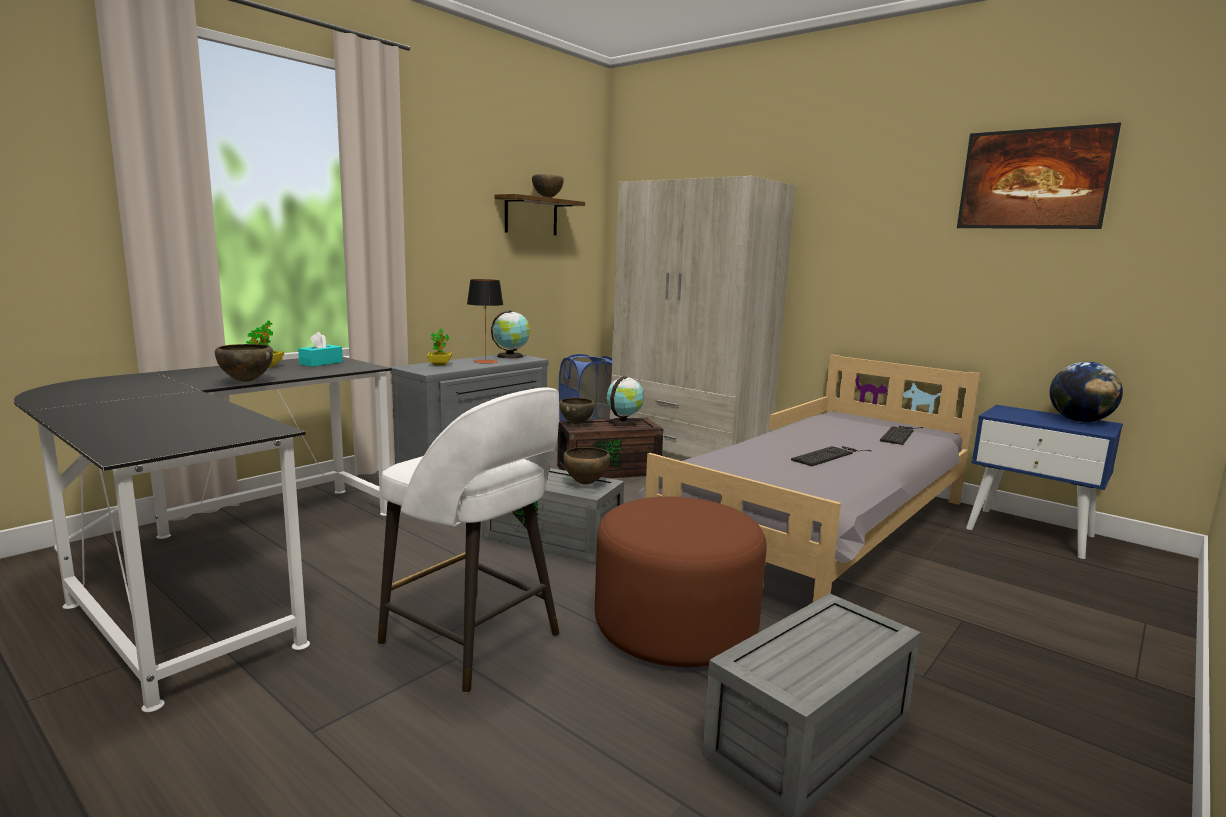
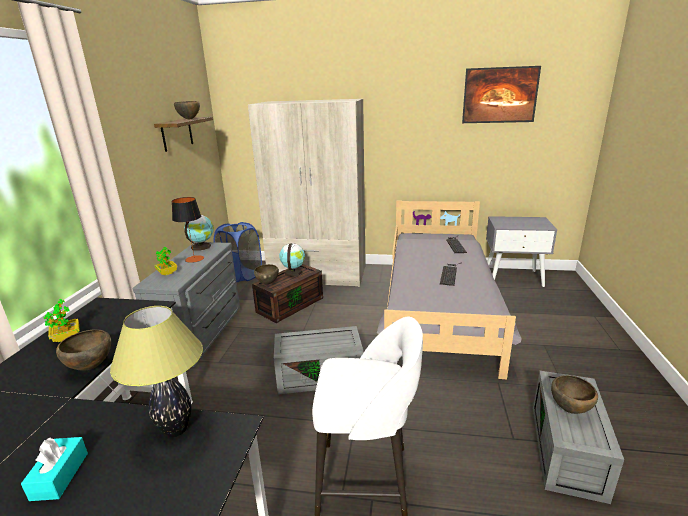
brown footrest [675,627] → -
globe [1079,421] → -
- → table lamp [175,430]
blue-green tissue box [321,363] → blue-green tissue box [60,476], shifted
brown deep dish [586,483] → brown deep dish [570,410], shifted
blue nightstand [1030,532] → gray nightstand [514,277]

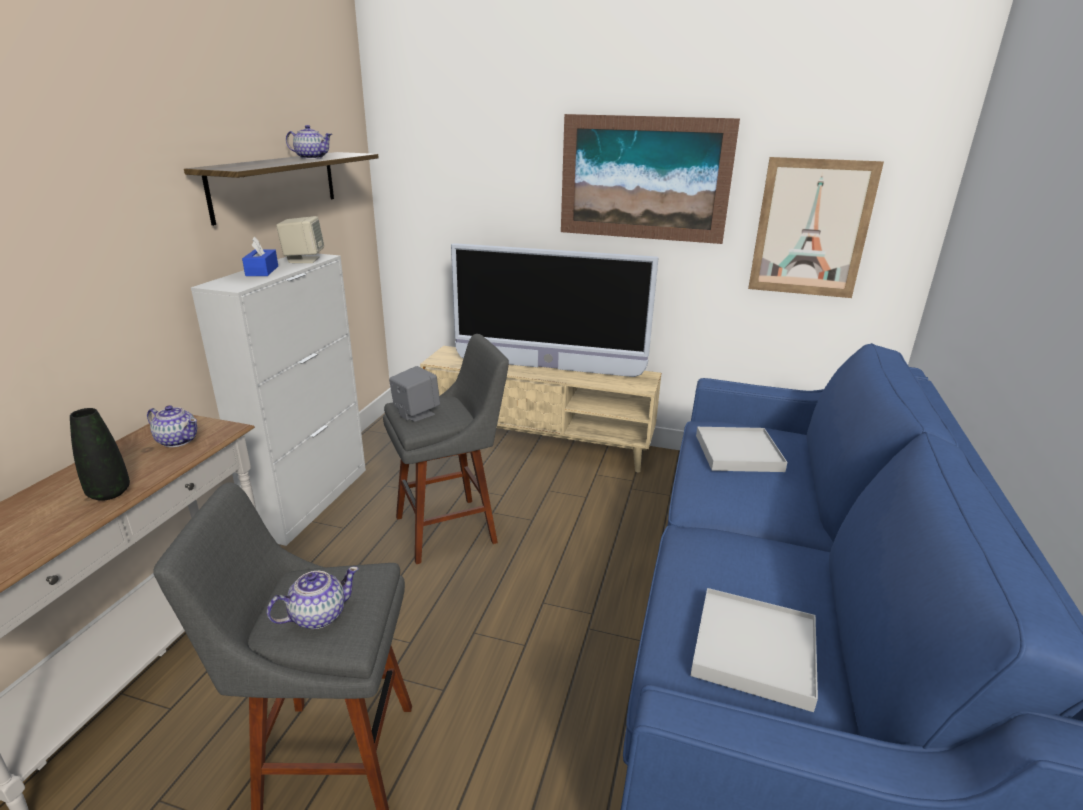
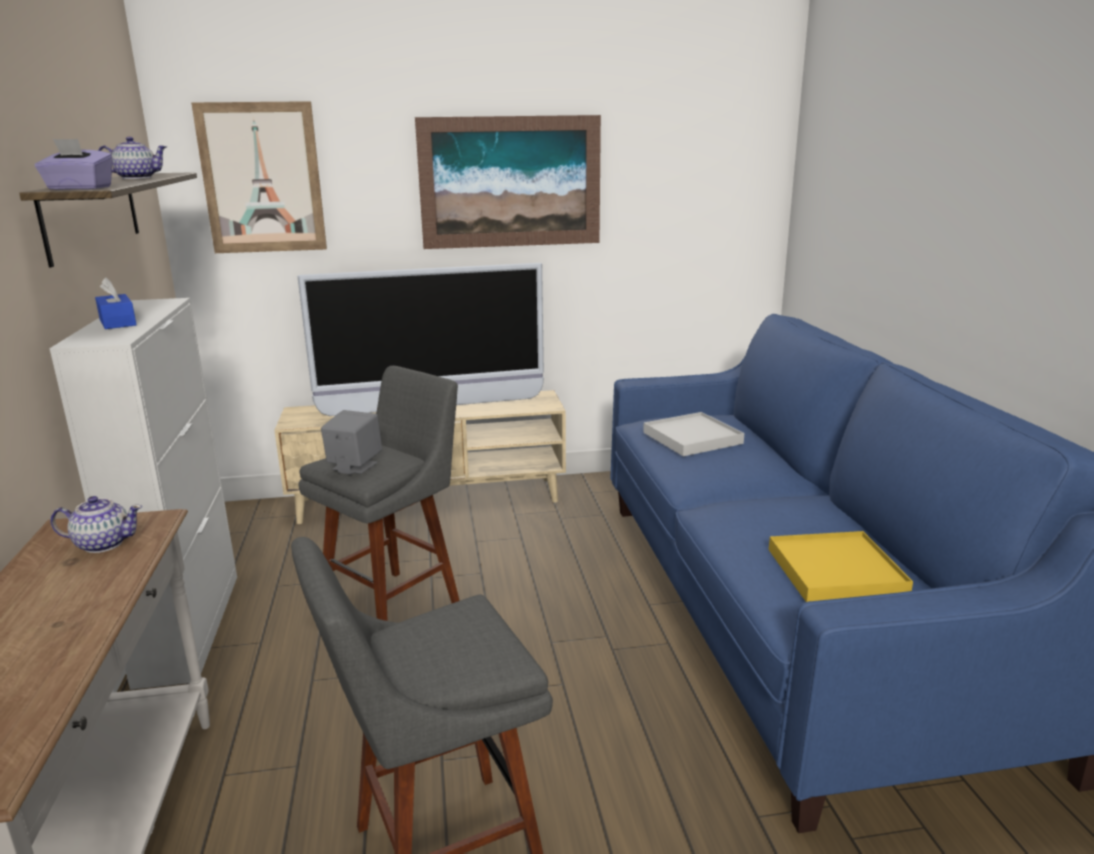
blackish flower vase [109,493] → -
teapot [317,615] → -
beige-coloured loudspeaker [304,260] → -
- → purplish tissue box [79,188]
picture [811,228] → picture [262,178], shifted
white-coloured tray [754,651] → yellow-coloured tray [836,572]

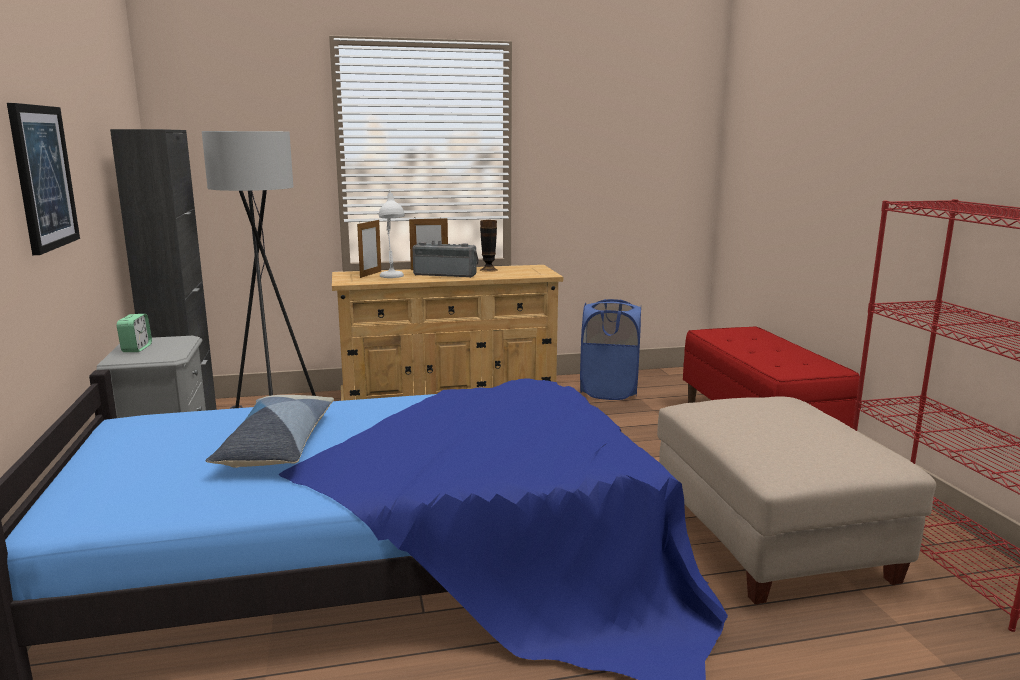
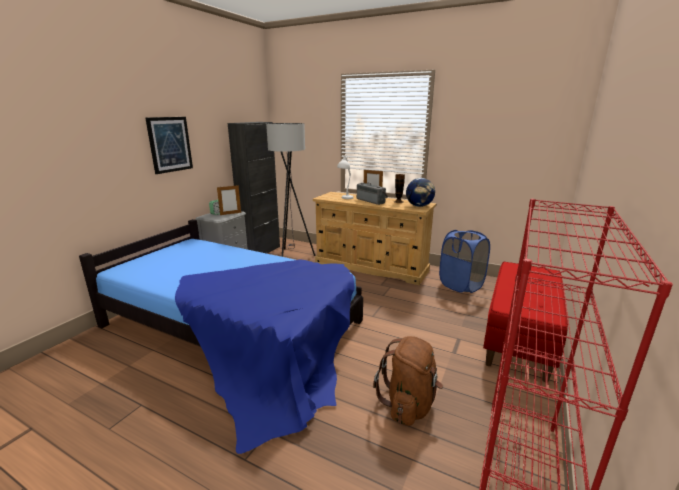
throw pillow [277,445] → -
- → globe [419,206]
picture frame [370,274] → picture frame [230,213], shifted
beige-coloured footrest [770,541] → brown rucksack [409,404]

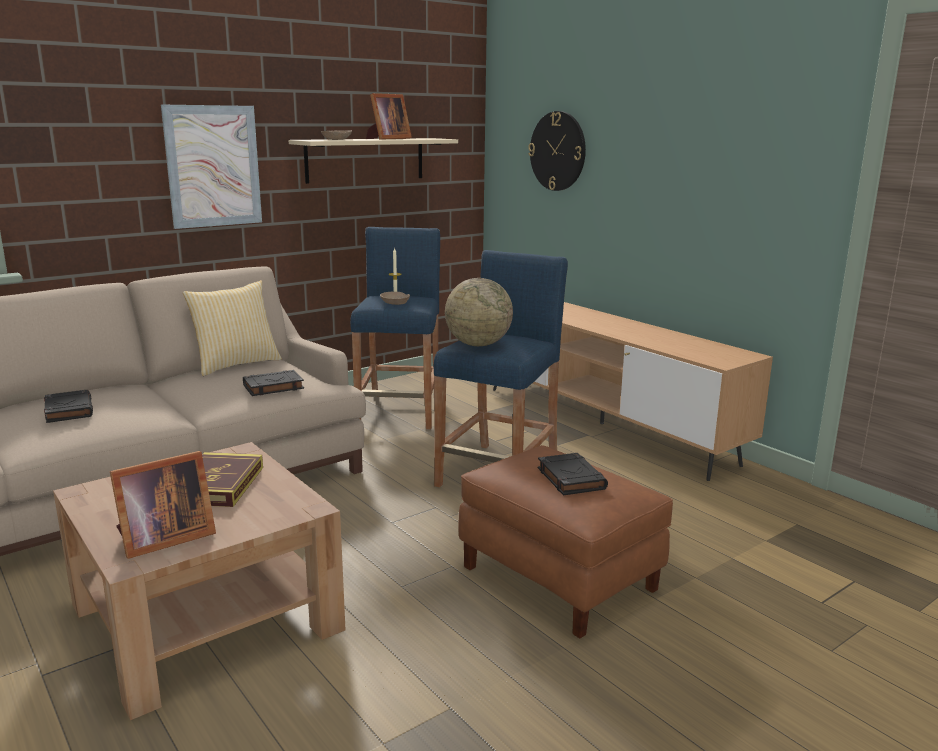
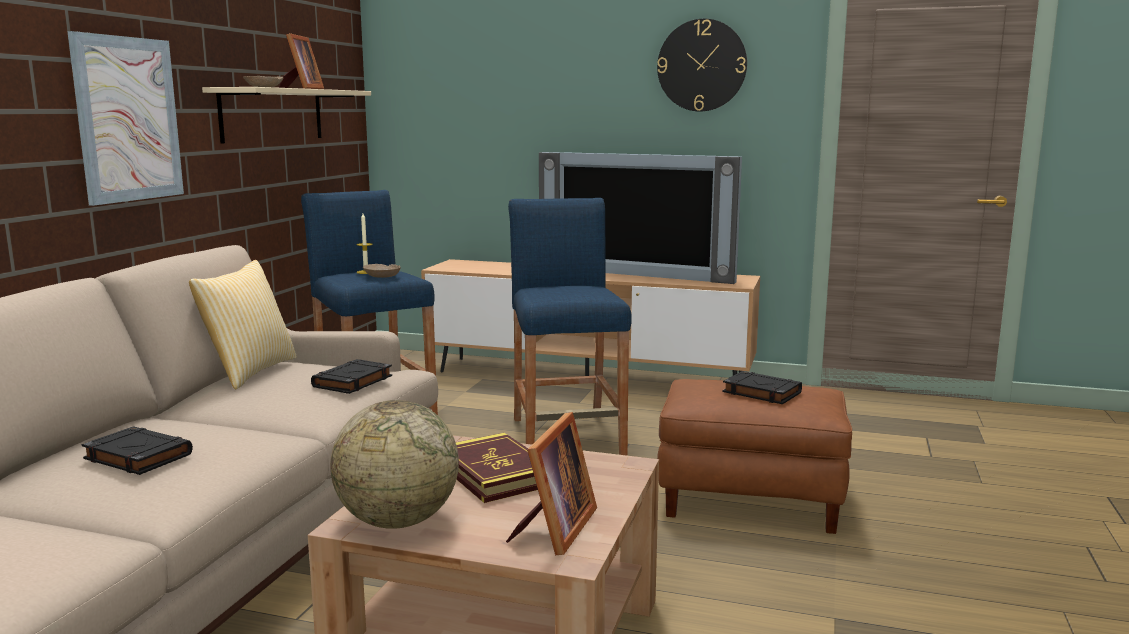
- → television [636,273]
globe [478,344] → globe [397,521], shifted
clock on the wall [558,151] → clock on the wall [701,65], shifted

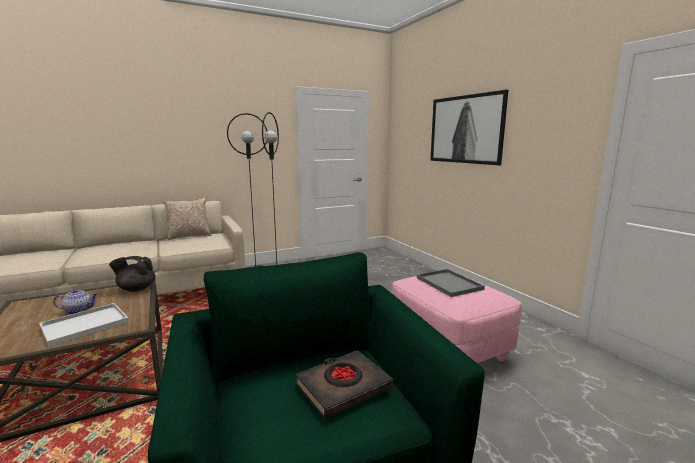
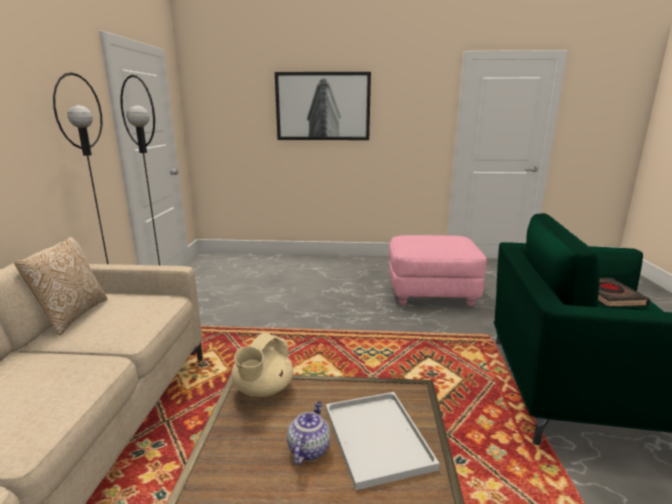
gray tray [447,283] → -
blackish teapot [136,289] → beige-coloured teapot [263,390]

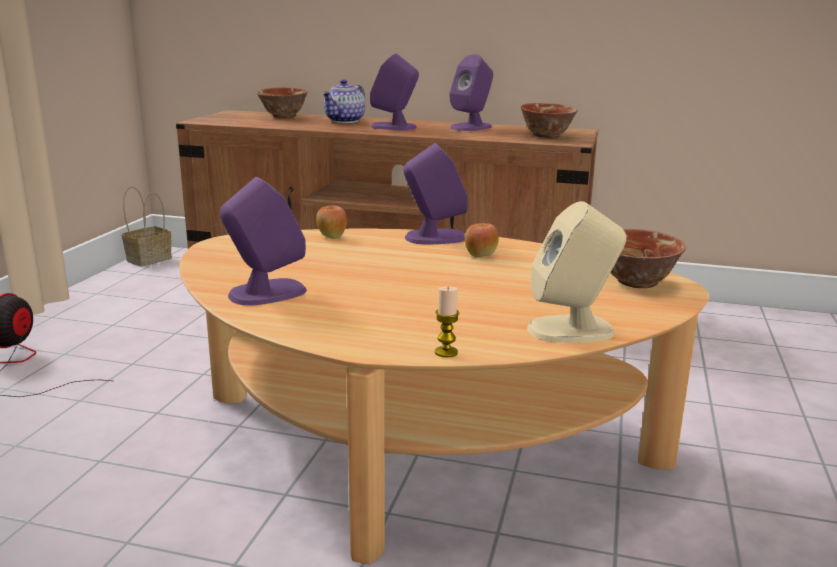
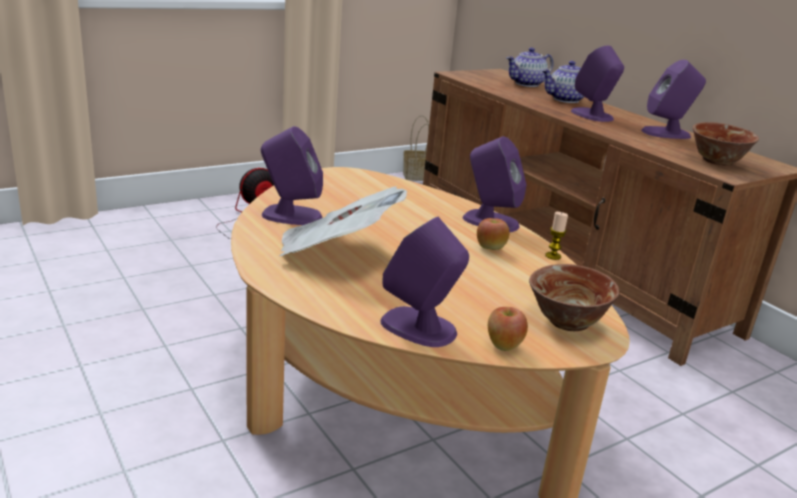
- → printed paper [335,251]
apple fruit [332,236] → apple fruit [503,345], shifted
candle [446,352] → candle [553,256], shifted
deep dish [284,116] → teapot [527,84]
beige-coloured loudspeaker [572,330] → purplish loudspeaker [419,327]

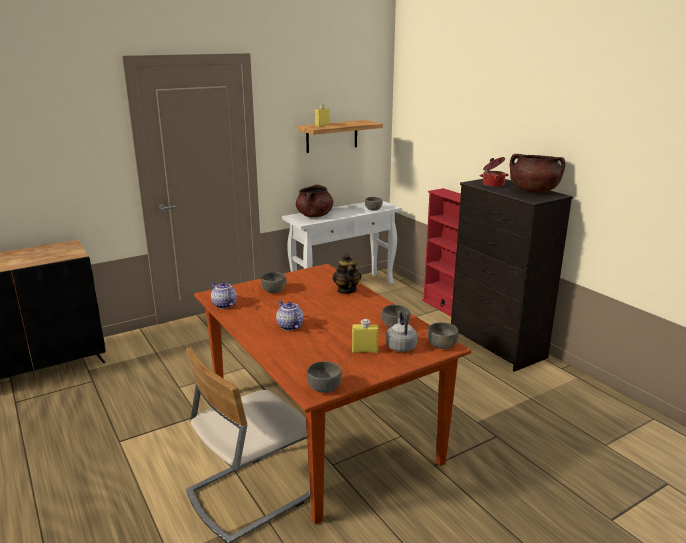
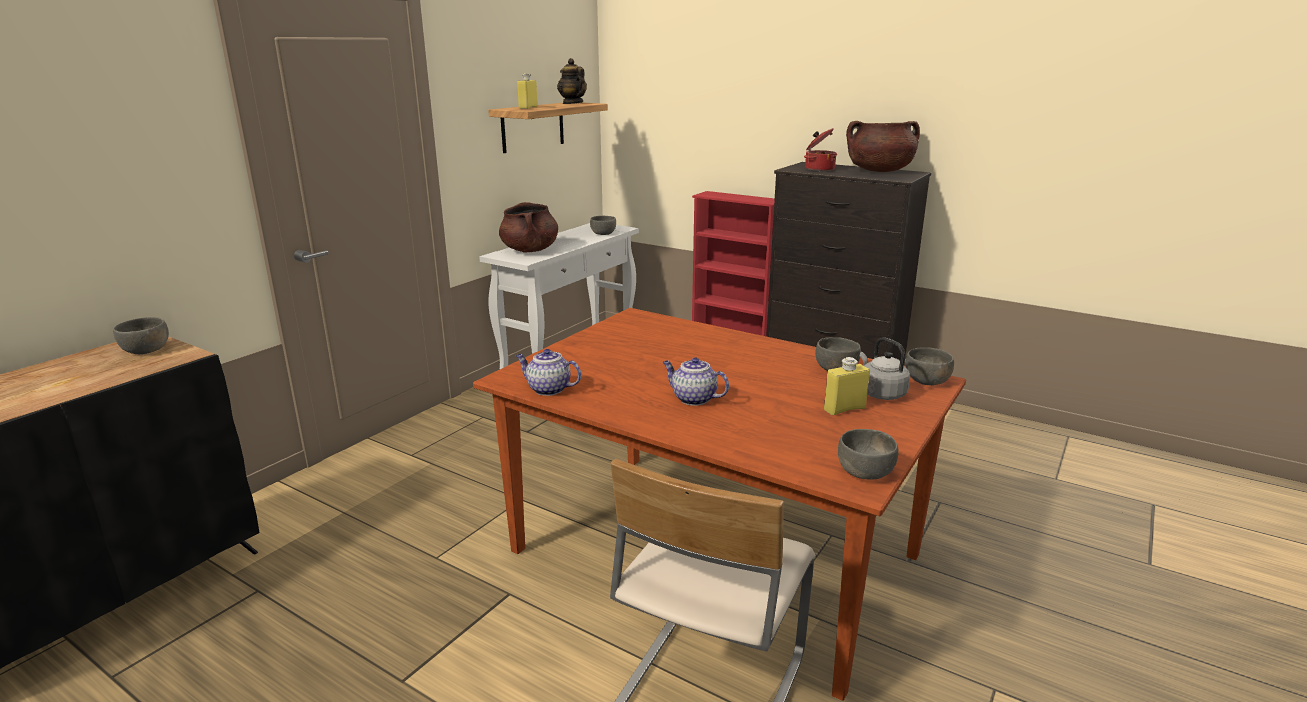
gray deep dish [274,290] → gray deep dish [146,350], shifted
teapot [346,290] → teapot [572,103], shifted

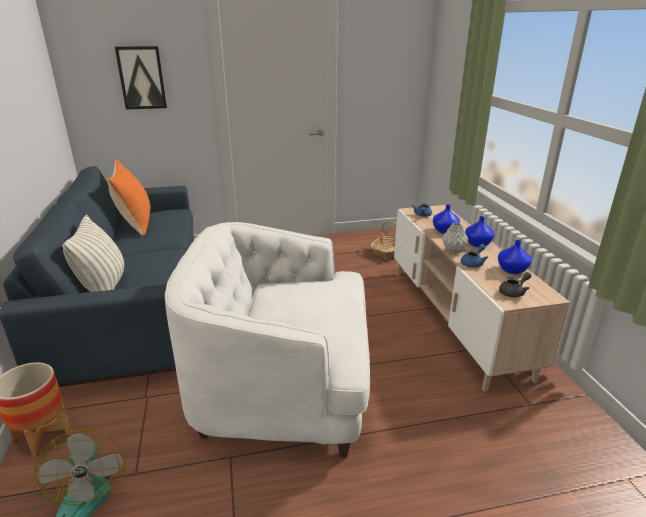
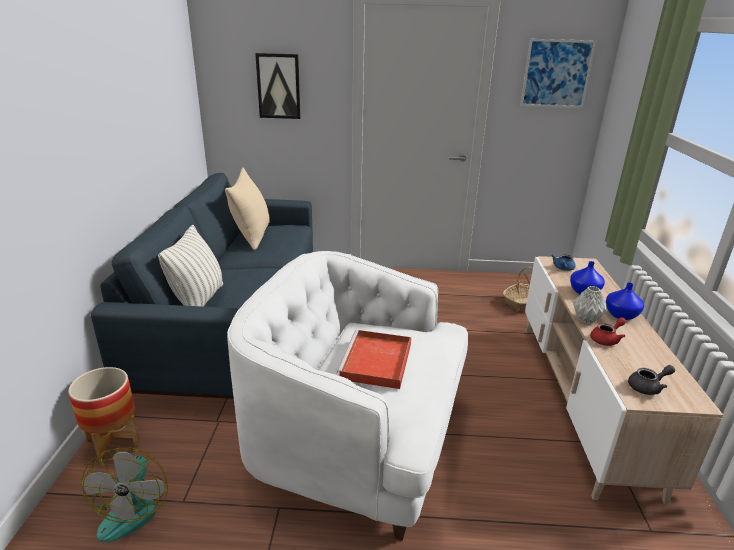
blue flower vase [511,270] → -
- → red tray [376,362]
- → picture [556,74]
orange throw pillow [135,223] → beige-coloured throw pillow [252,235]
blue teapot [473,263] → red teapot [606,339]

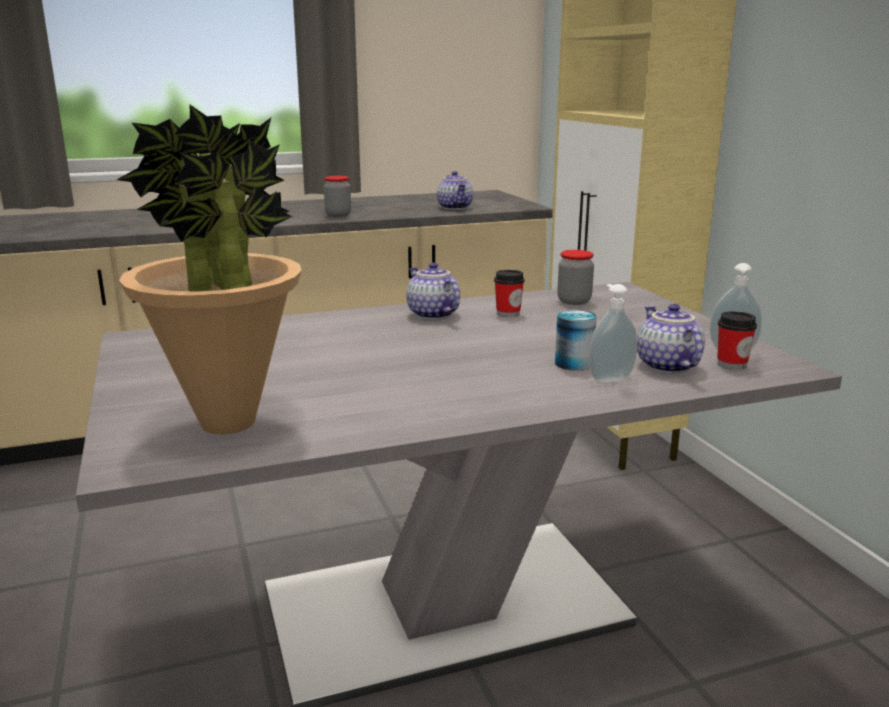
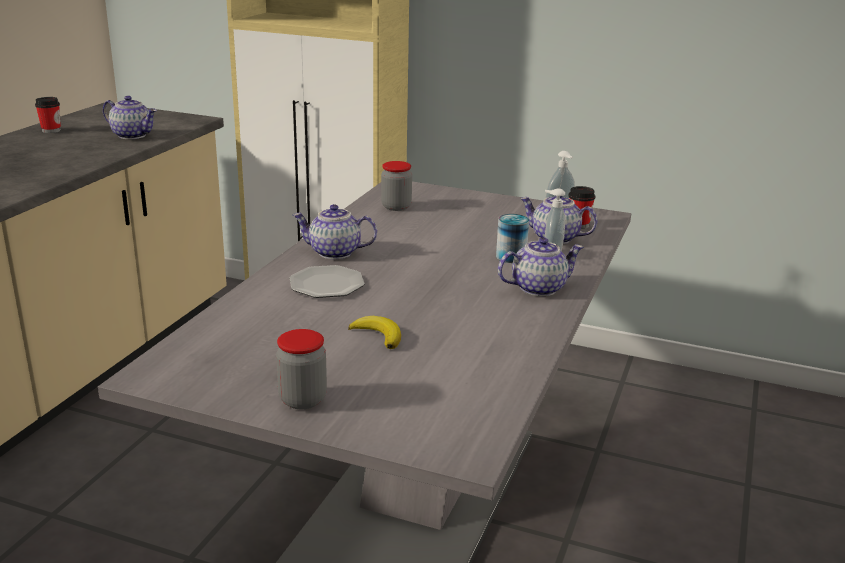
plant in a pot [229,422] → -
- → plate [327,285]
- → banana [378,335]
- → teapot [538,288]
storage jar [338,215] → storage jar [302,399], shifted
drinking cup [508,313] → drinking cup [51,130], shifted

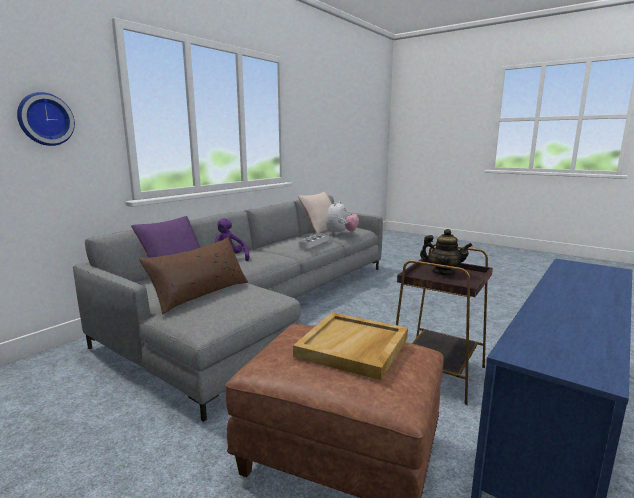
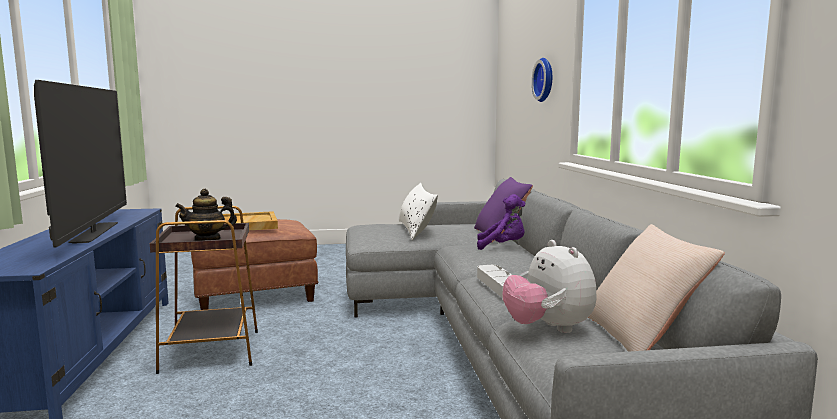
- → television [95,233]
brown throw pillow [200,294] → white-coloured throw pillow [416,229]

